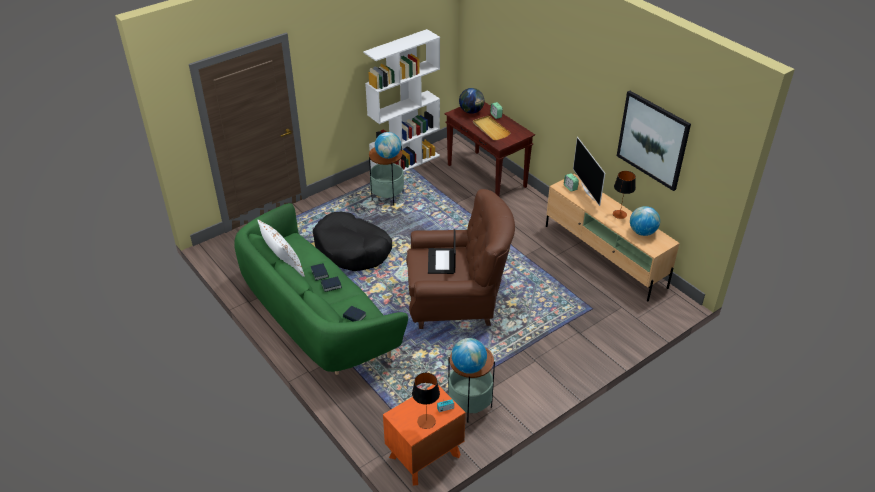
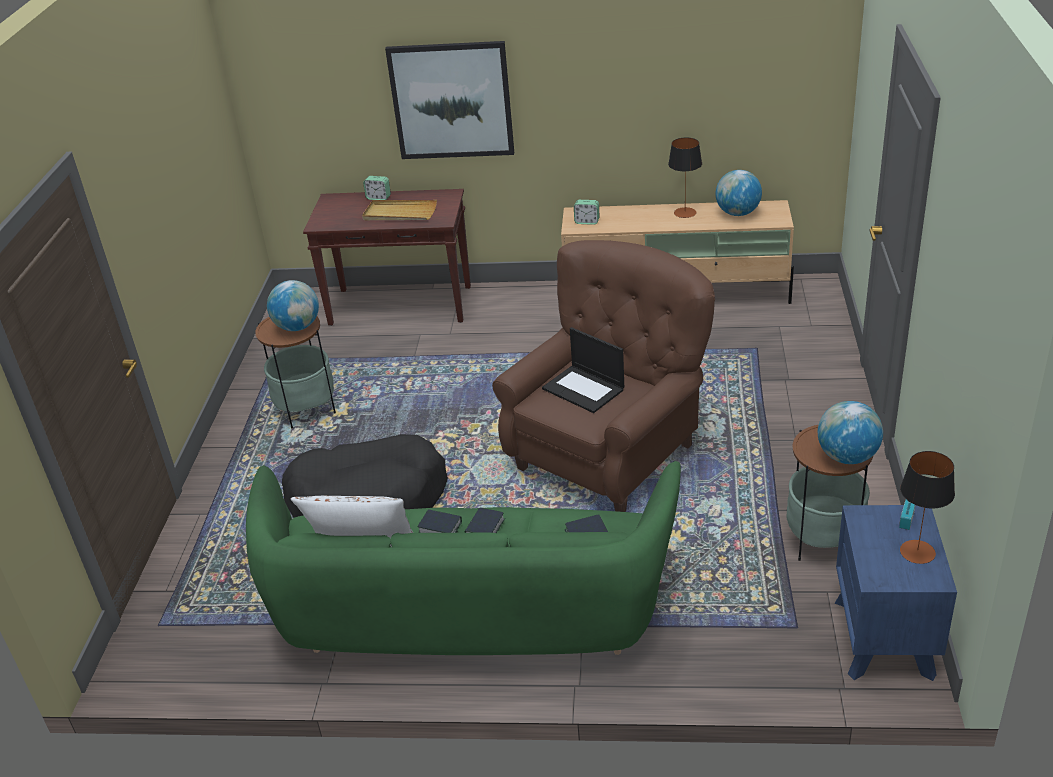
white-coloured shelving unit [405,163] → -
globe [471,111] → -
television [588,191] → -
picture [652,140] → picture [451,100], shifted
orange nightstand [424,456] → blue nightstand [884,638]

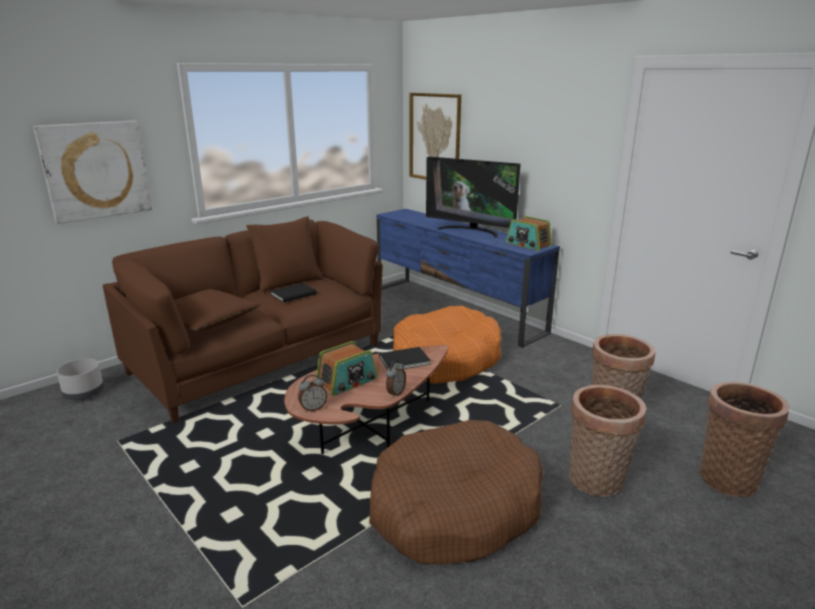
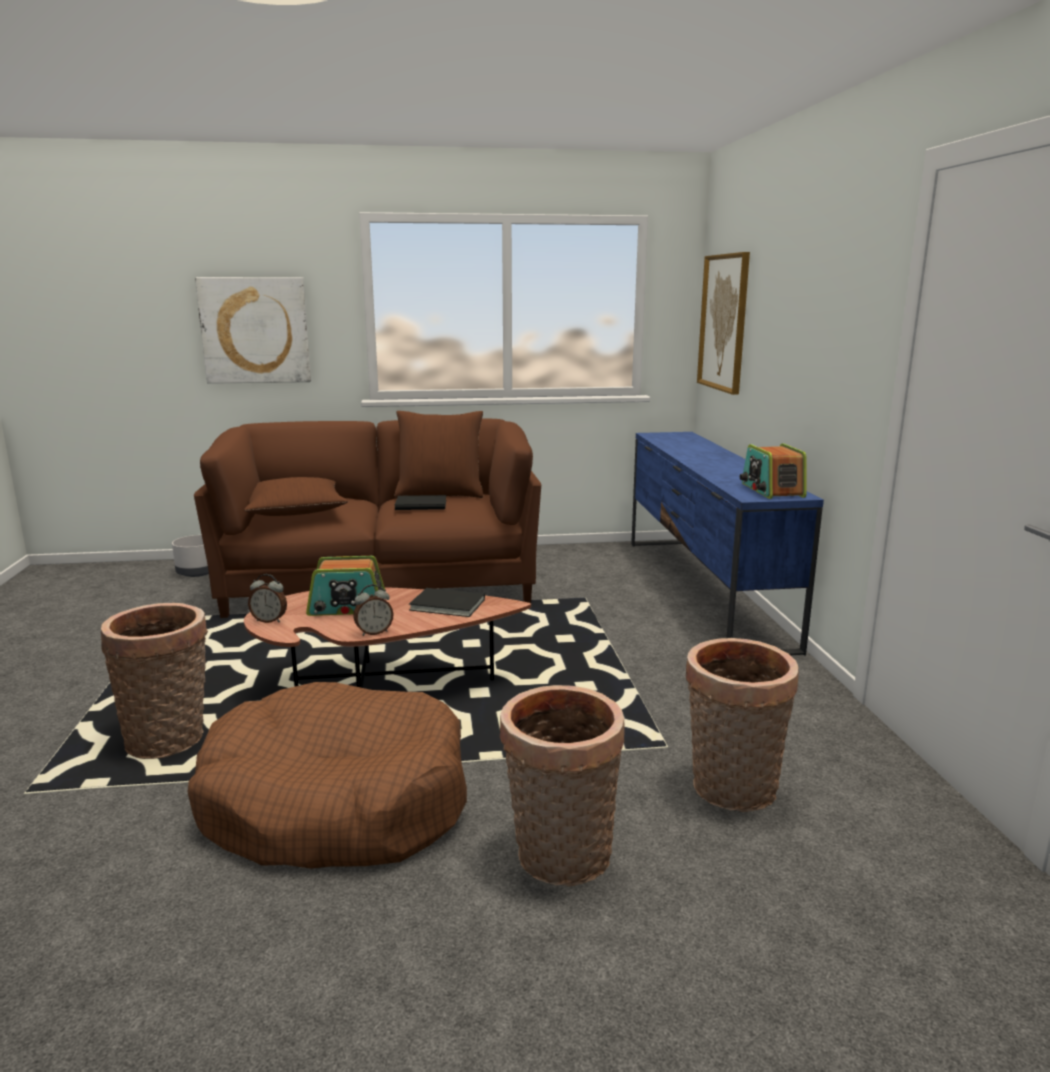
orange dog cushion [445,359] → -
television [470,230] → -
storage basket [728,477] → storage basket [170,739], shifted

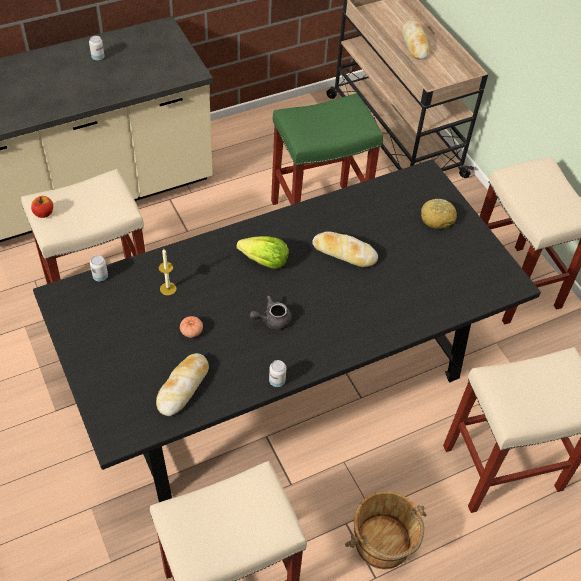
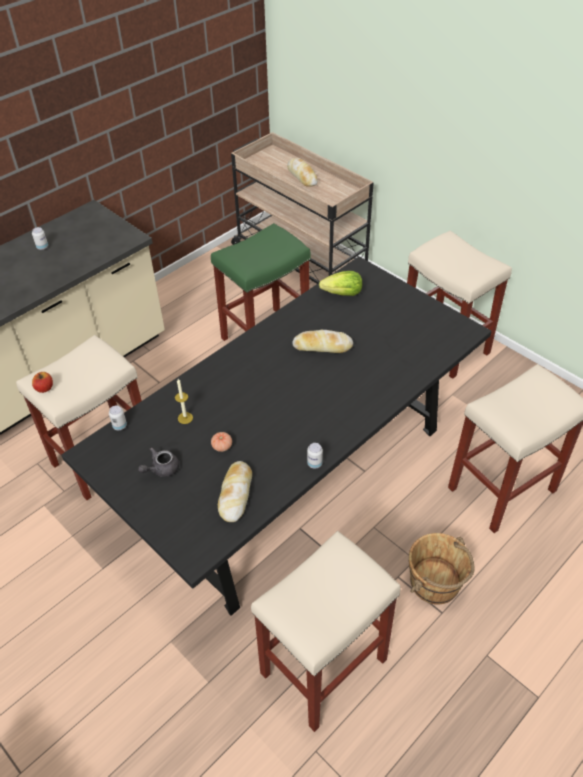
bakery bread [437,218] → -
head of lettuce [265,262] → head of lettuce [343,294], shifted
gray teapot [272,320] → gray teapot [161,469], shifted

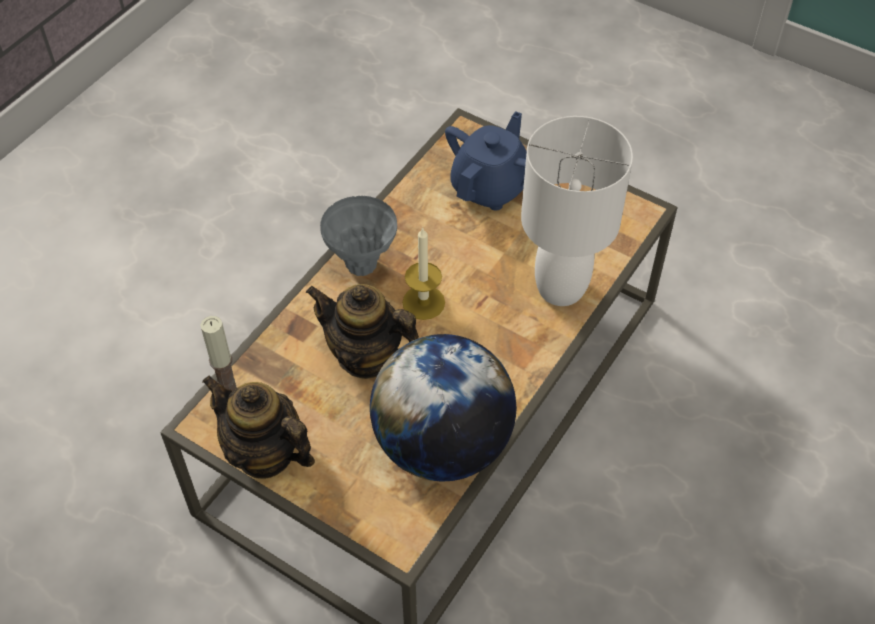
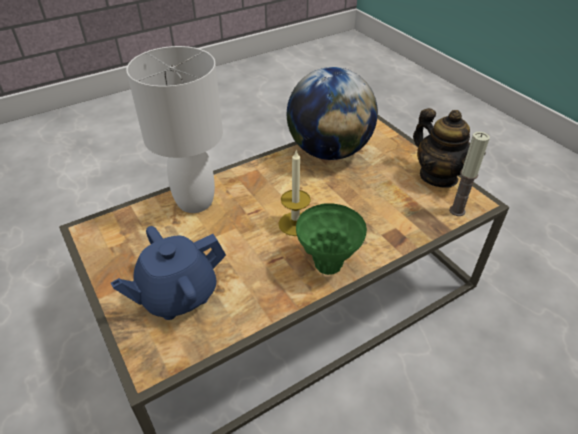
teapot [366,356] → -
gray flower vase [362,265] → green-coloured flower vase [328,266]

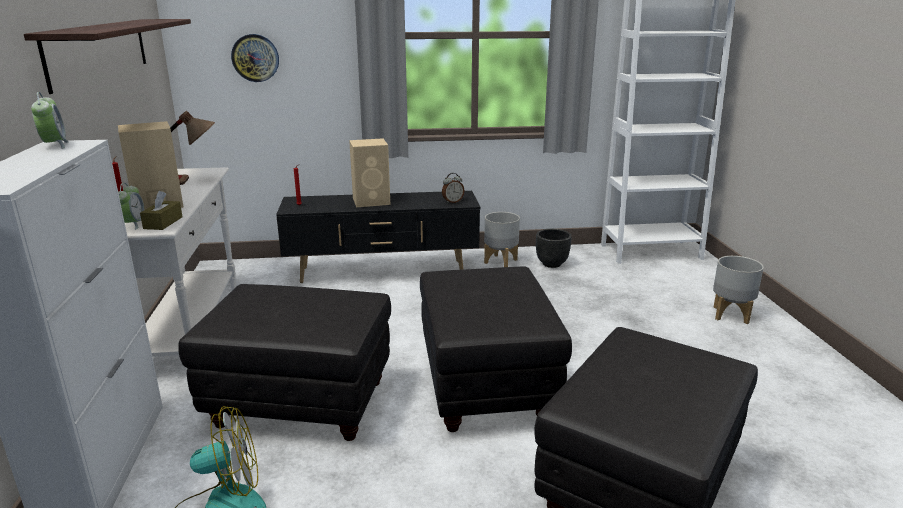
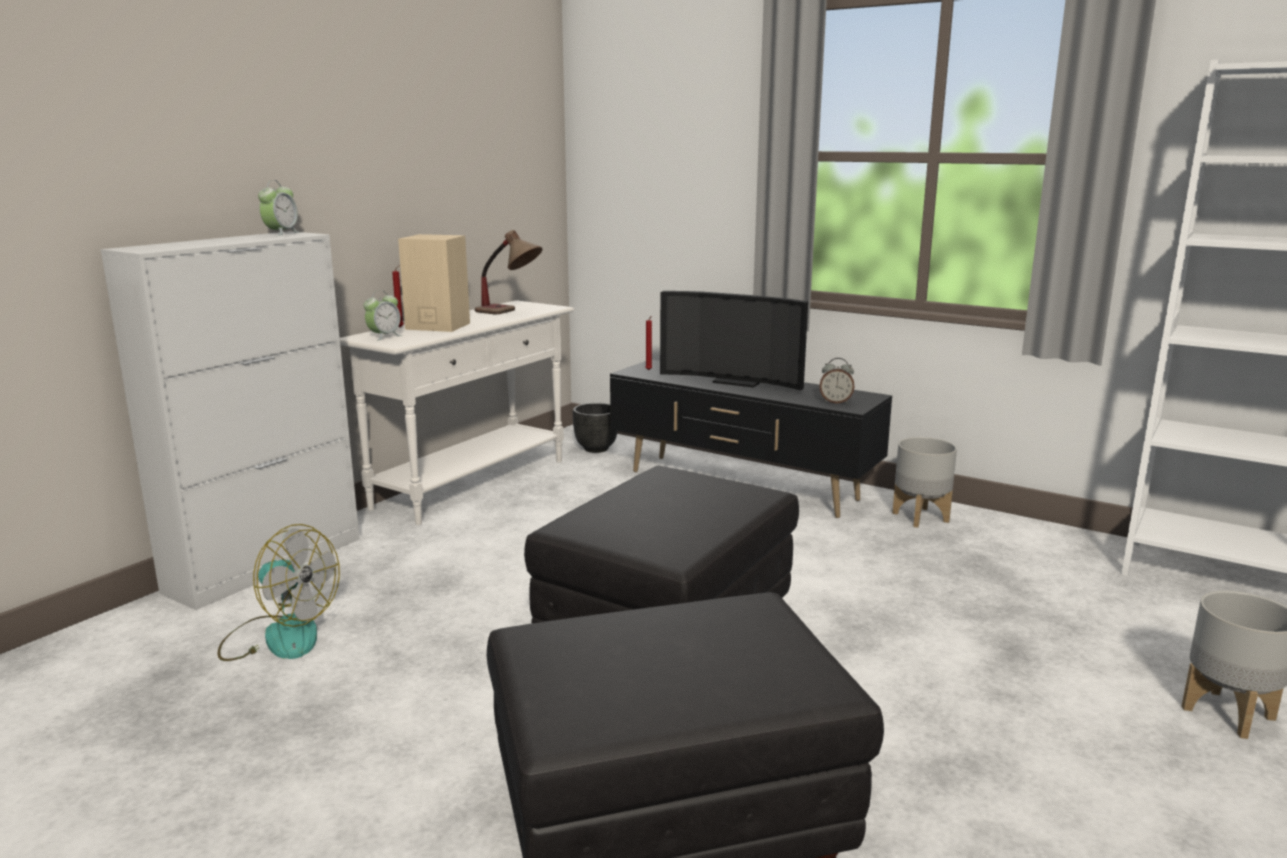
bracket shelf [100,50] → -
brown tissue box [163,223] → -
blackish footrest [301,402] → -
clock on the wall [255,58] → -
blackish plant pot [551,264] → blackish plant pot [595,449], shifted
beige-coloured loudspeaker [372,201] → television [736,382]

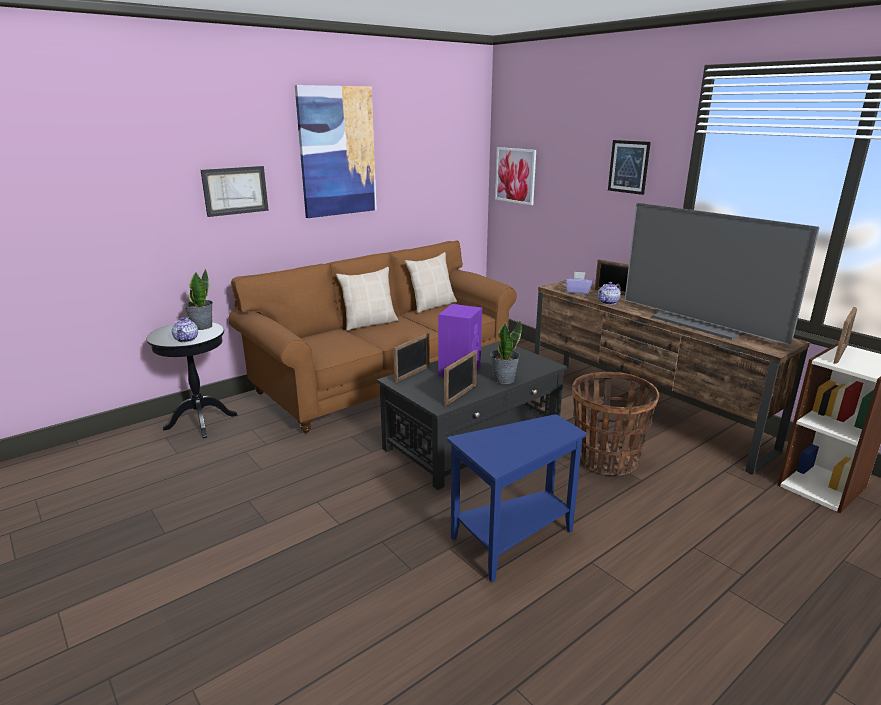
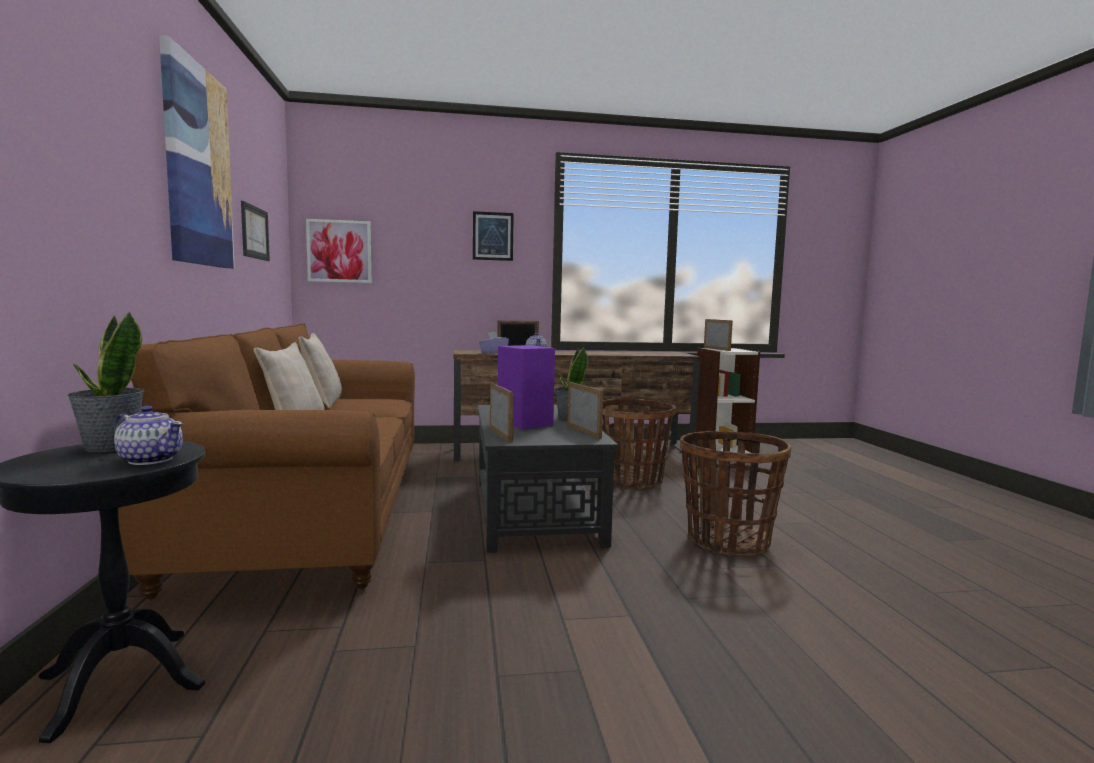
television [701,323] → -
picture [235,190] → picture [254,232], shifted
blue accent table [511,541] → storage basket [727,541]

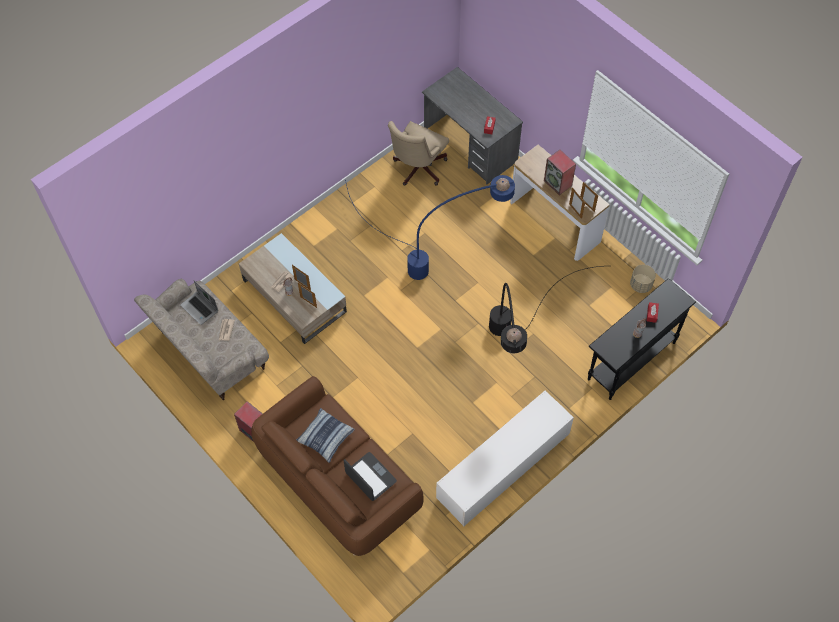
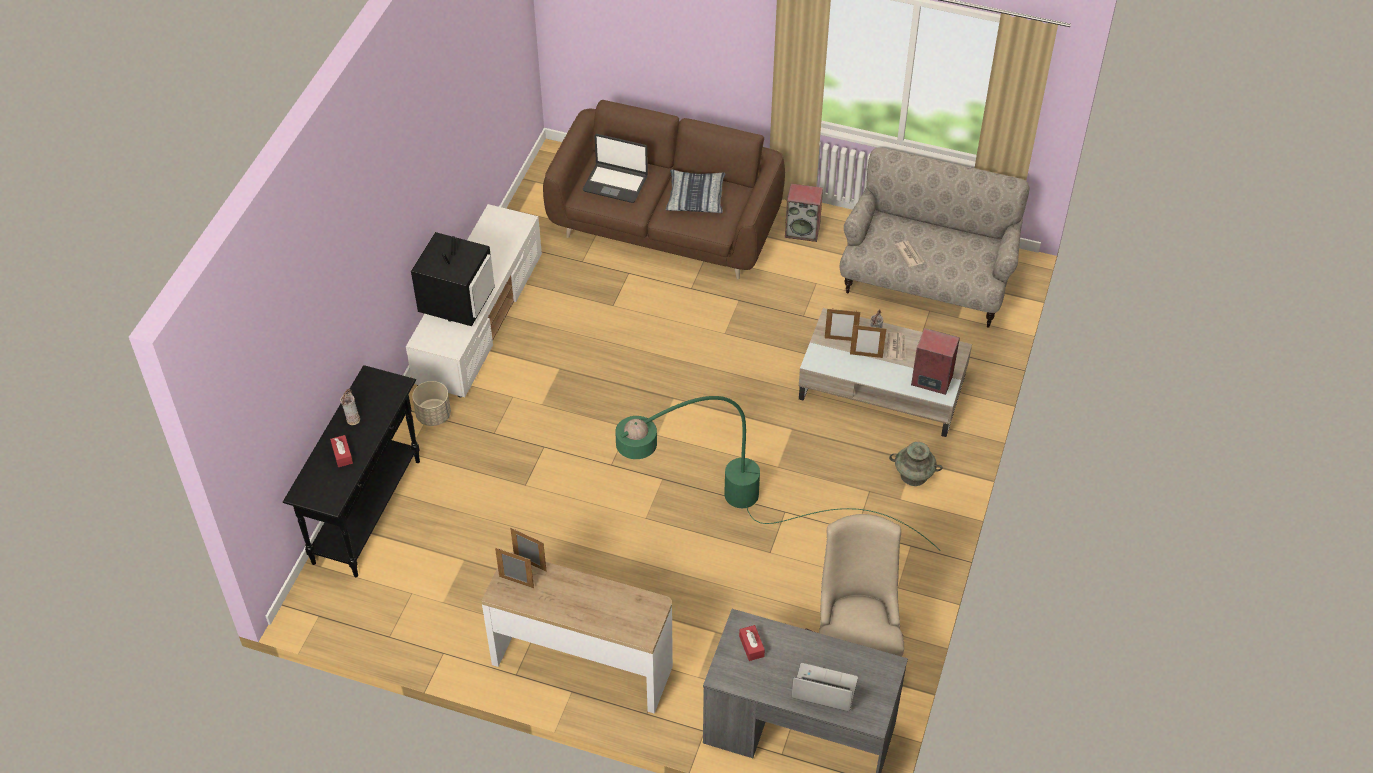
blackish floor lamp [514,349] → -
- → television [457,301]
- → blue-green flower vase [913,475]
portable computer [200,308] → portable computer [823,689], shifted
loudspeaker [558,183] → loudspeaker [931,380], shifted
beige-coloured plant pot [640,285] → beige-coloured plant pot [433,415], shifted
blue floor lamp [440,256] → green-coloured floor lamp [723,529]

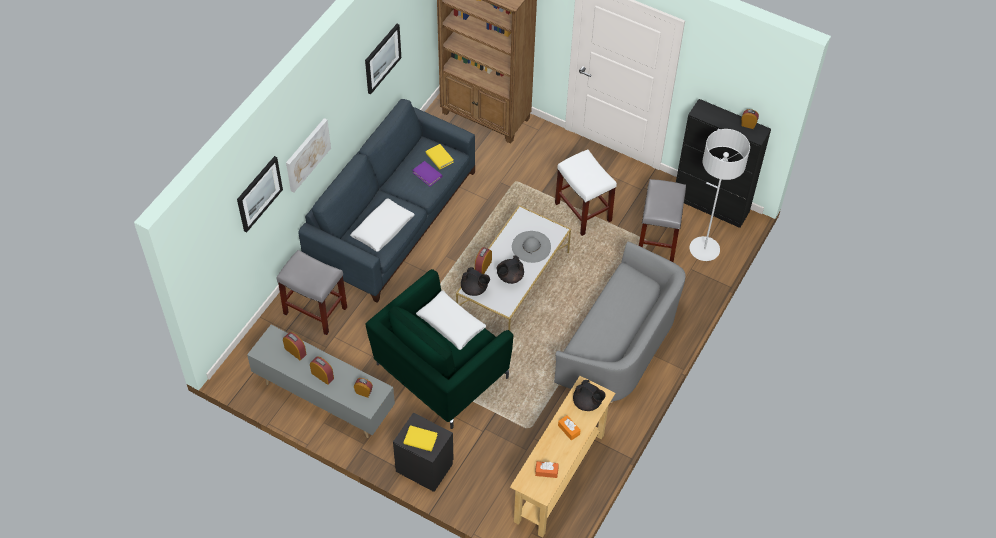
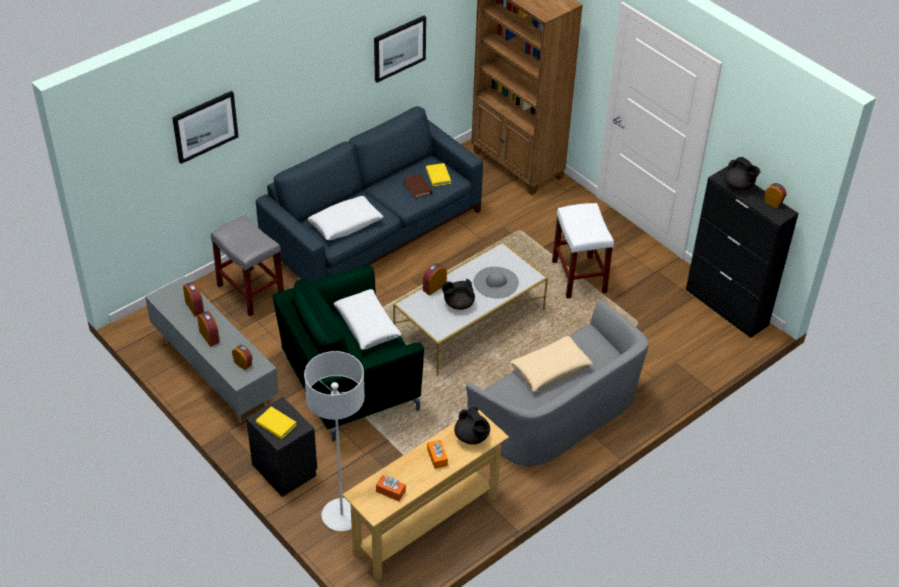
picture [307,154] → -
gray stool [658,240] → -
- → beige-coloured throw pillow [550,369]
blackish teapot [474,289] → blackish teapot [739,186], shifted
gray floor lamp [704,249] → gray floor lamp [342,516], shifted
purplish bound book [427,174] → brown bound book [417,188]

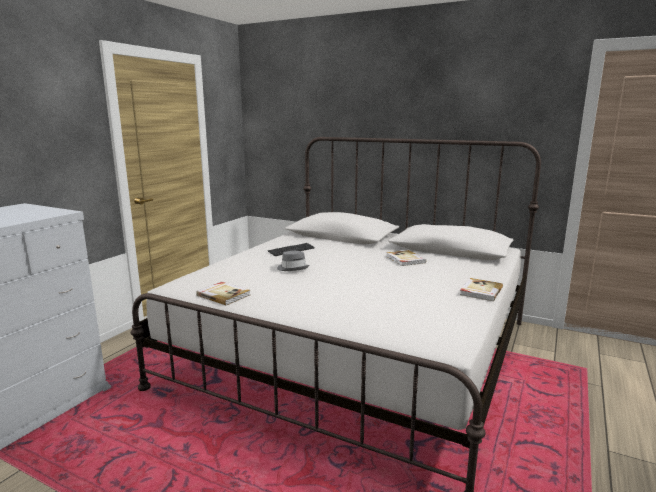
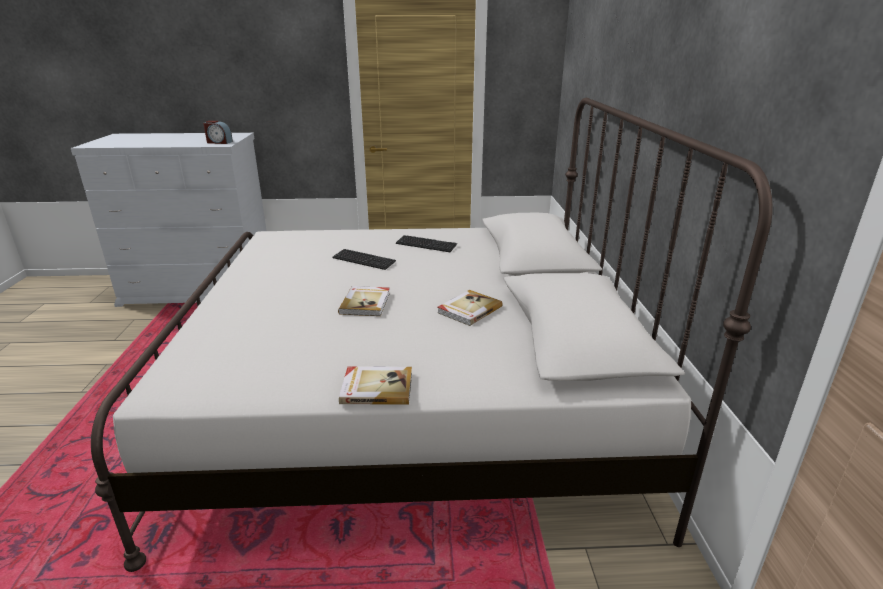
- → alarm clock [219,142]
bound book [224,295] → bound book [366,303], shifted
gray hat [293,268] → computer keyboard [364,260]

